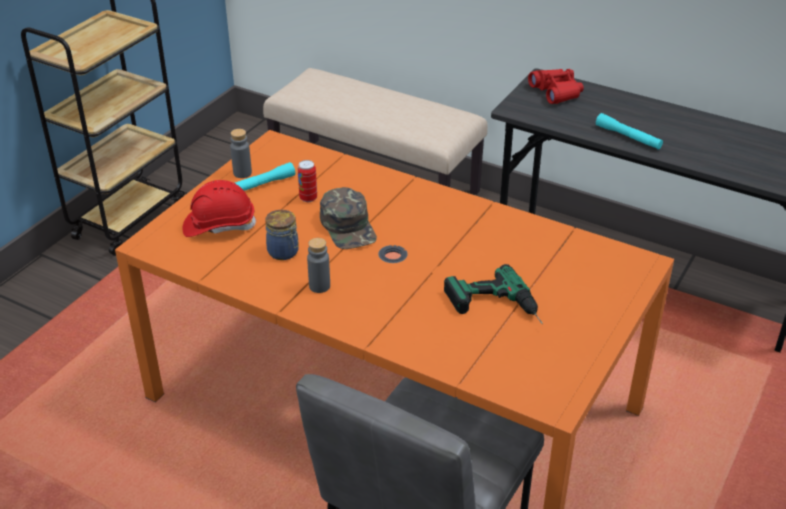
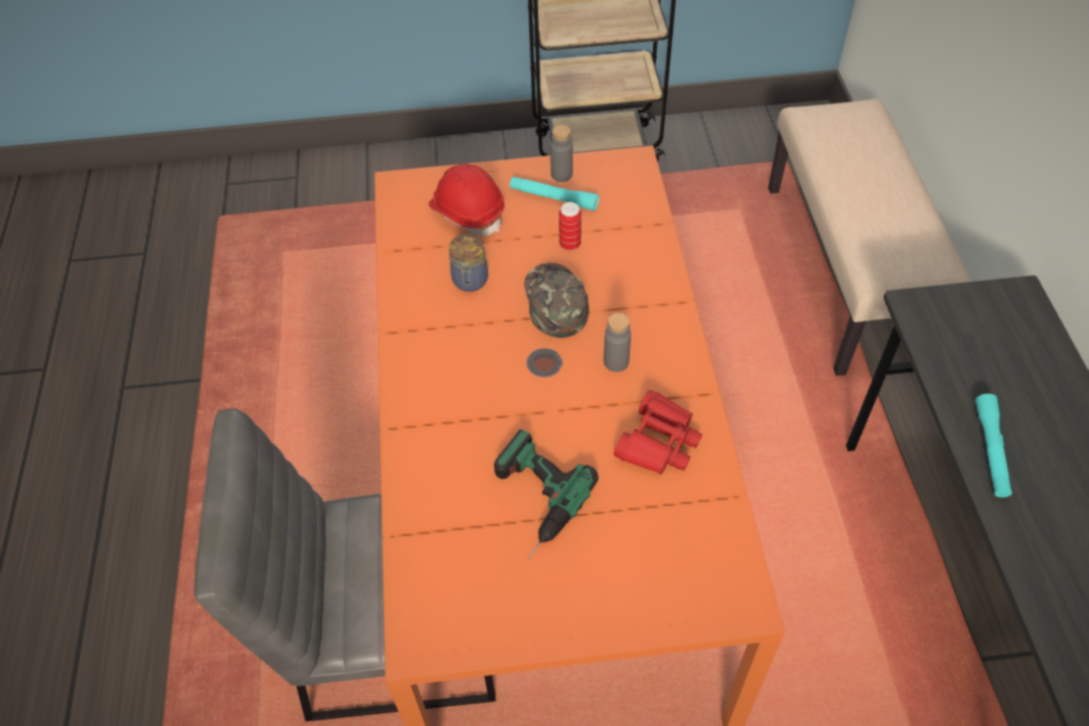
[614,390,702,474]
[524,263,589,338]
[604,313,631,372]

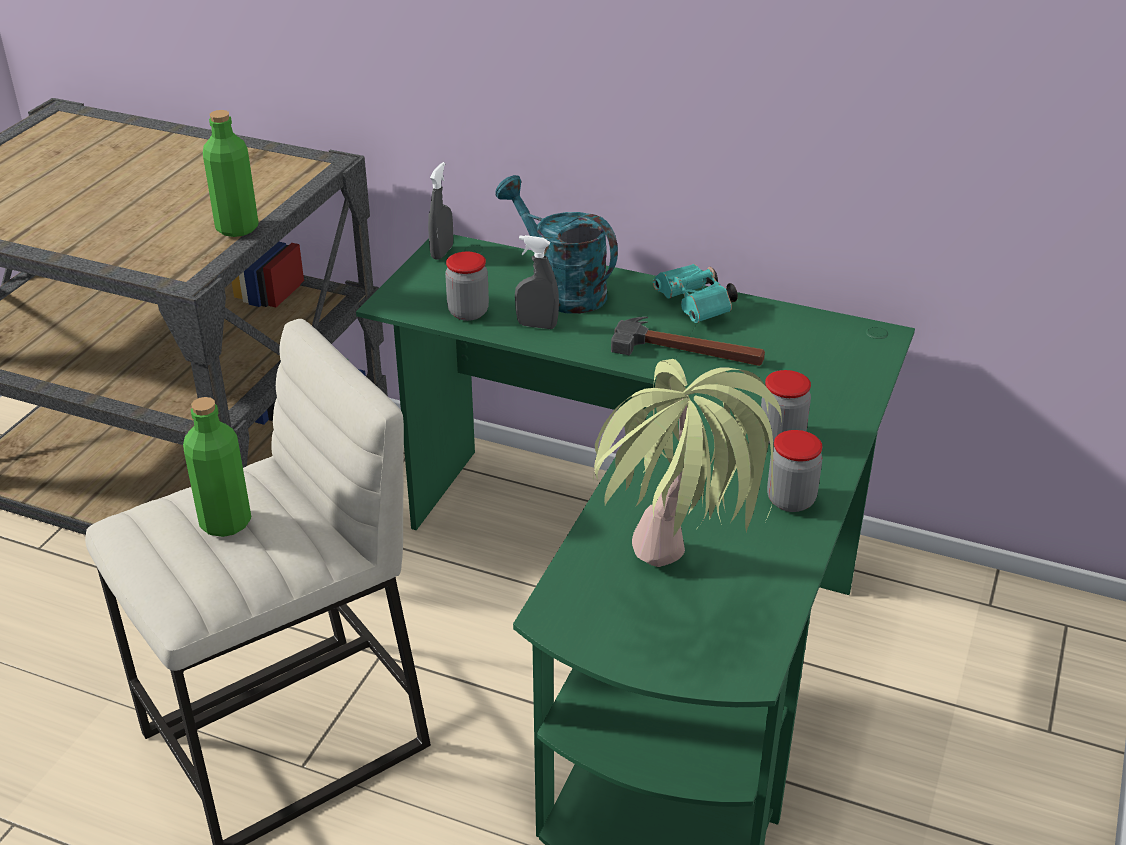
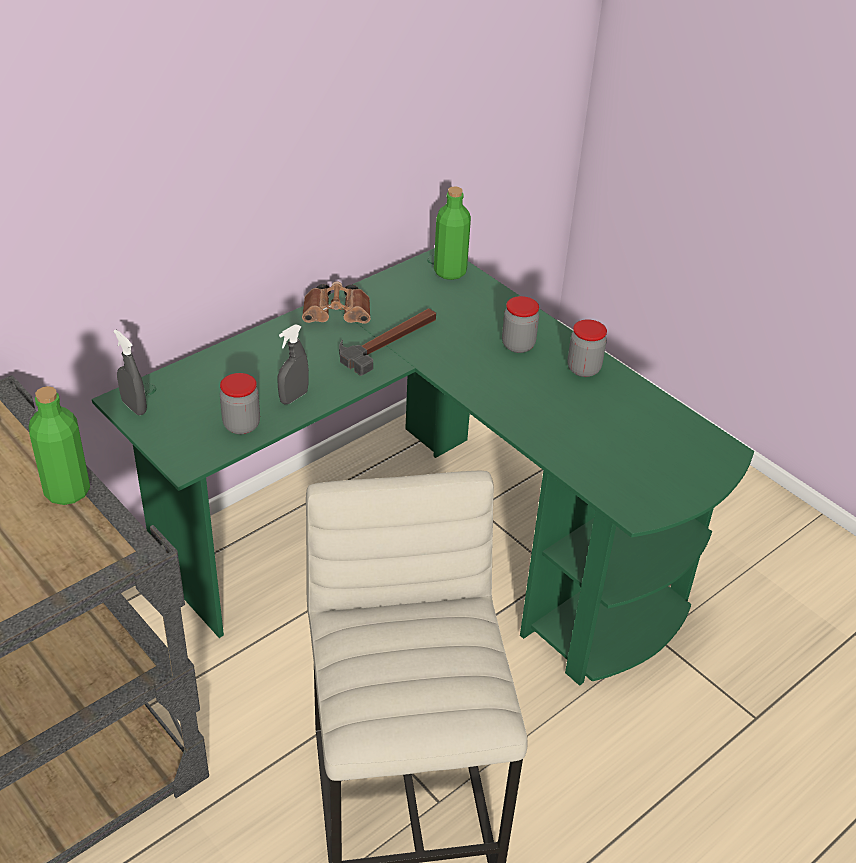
[495,175,618,314] (first image)
[302,281,371,324]
[593,359,782,567] (first image)
[434,186,471,280]

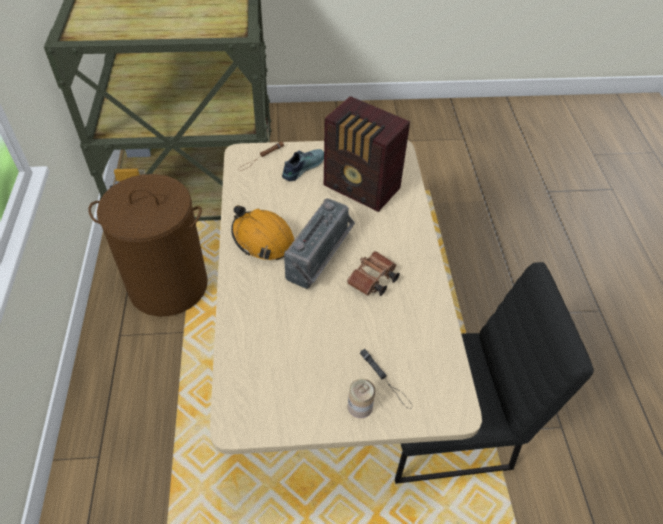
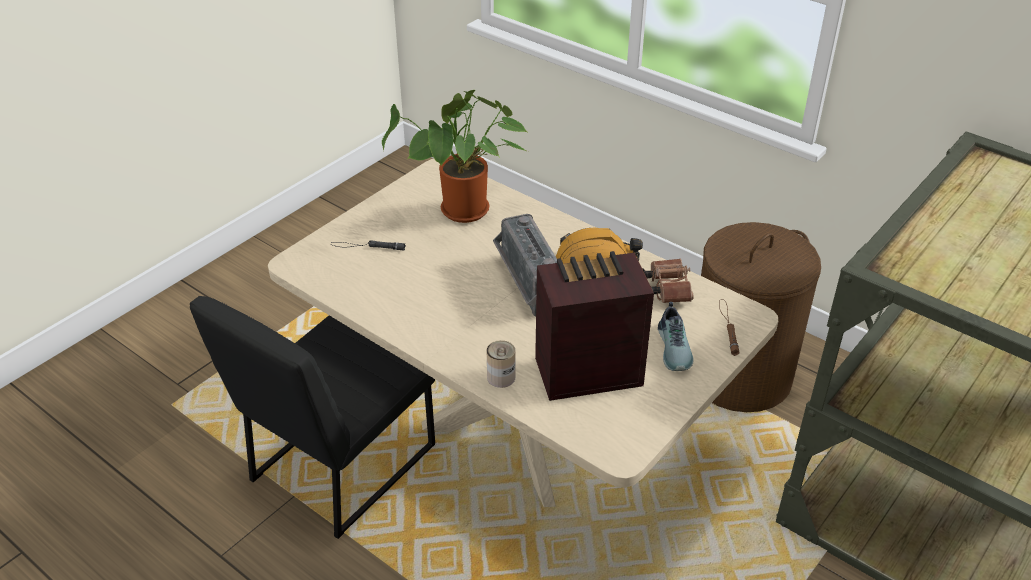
[642,259,693,303]
[487,340,515,388]
[382,90,528,223]

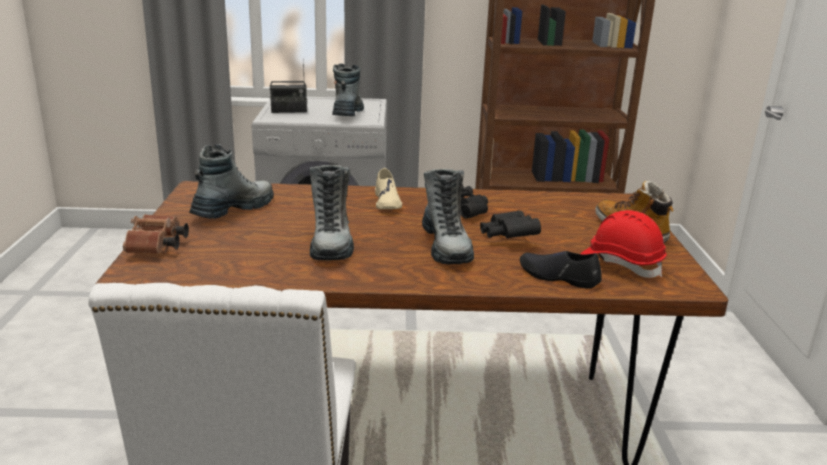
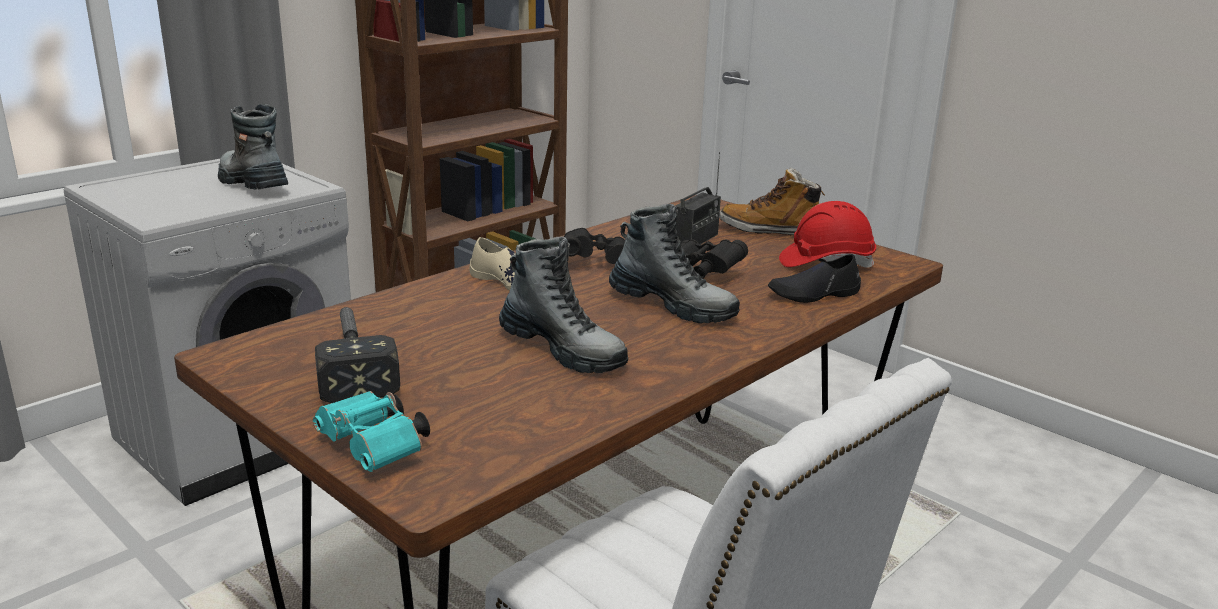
[675,152,721,245]
[315,307,400,403]
[313,391,430,472]

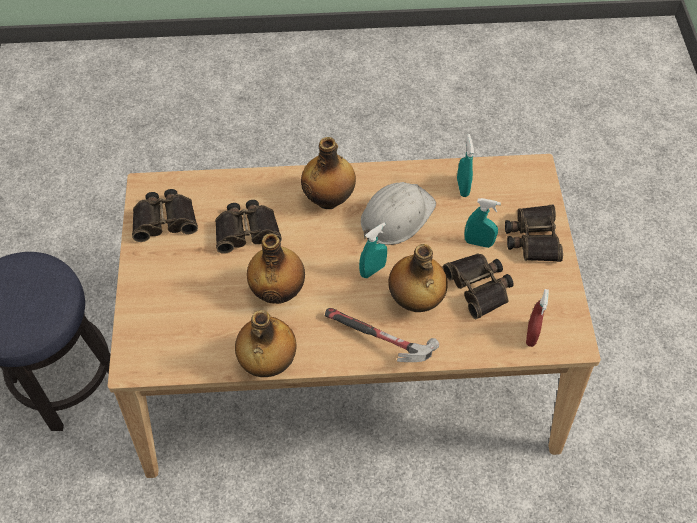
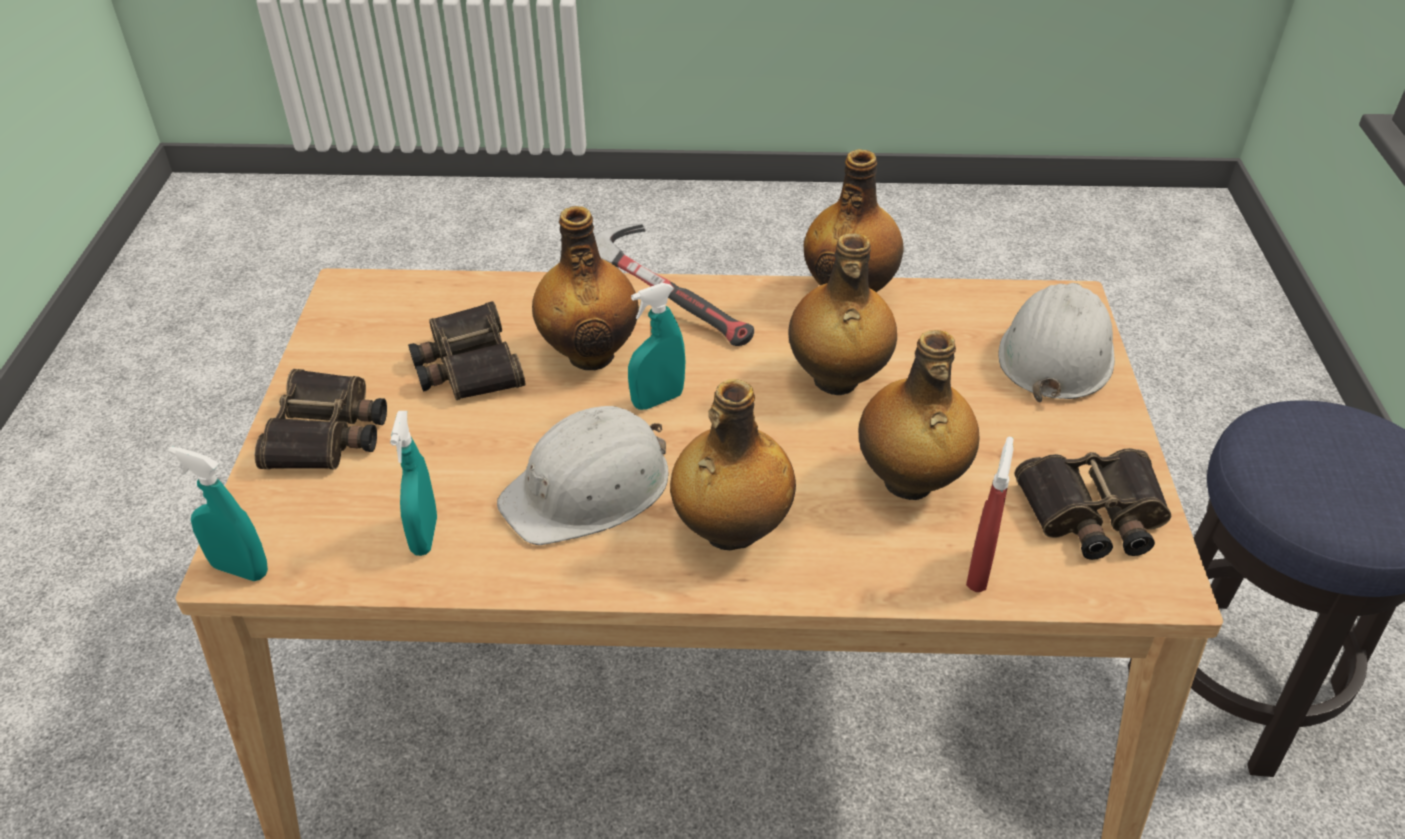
[168,446,268,581]
[858,330,979,500]
[966,437,1013,592]
[998,283,1115,403]

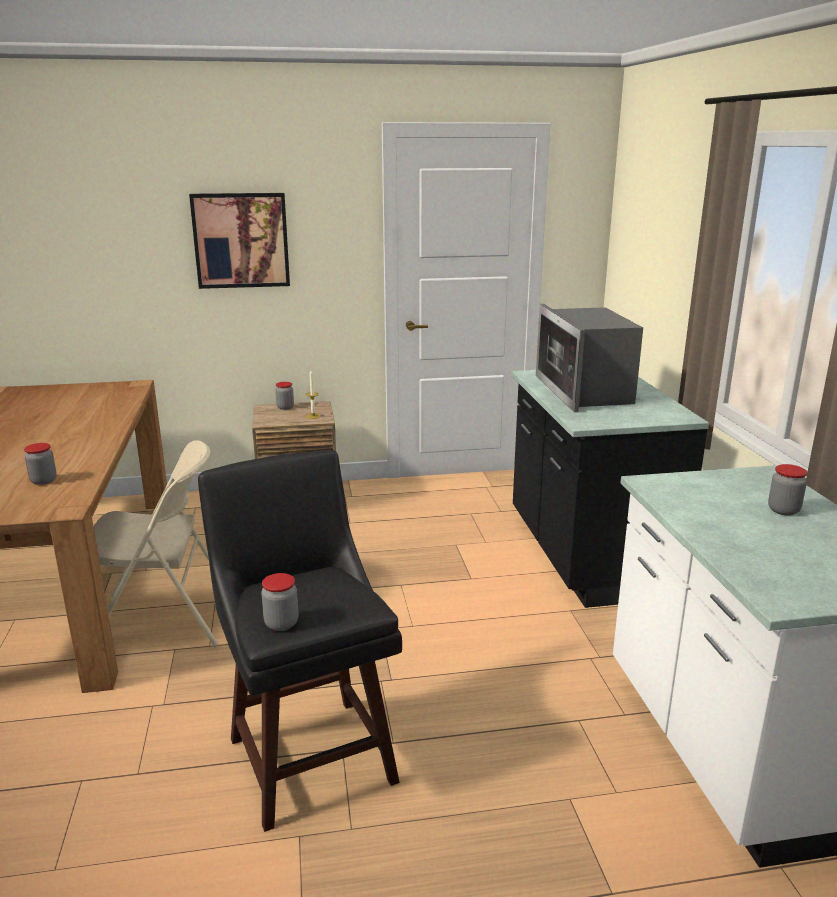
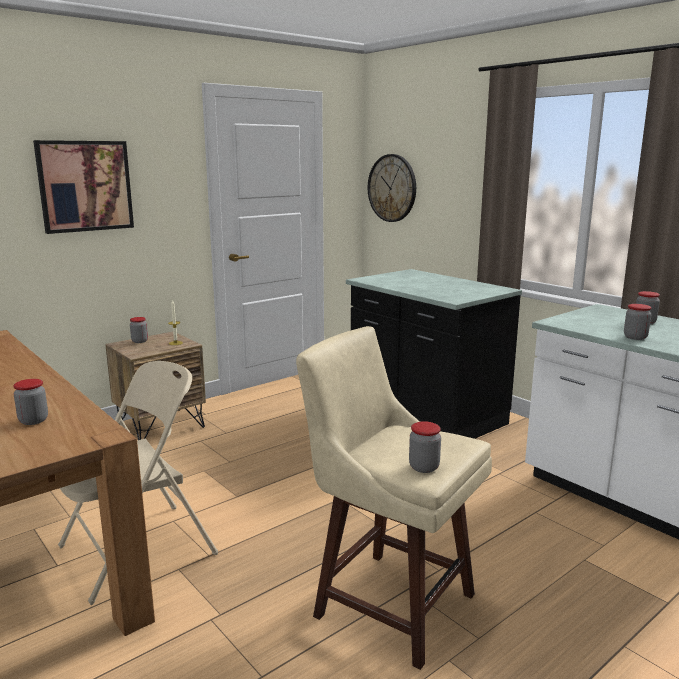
[536,304,643,412] (first image)
[296,326,492,670]
[368,154,416,222]
[624,304,652,340]

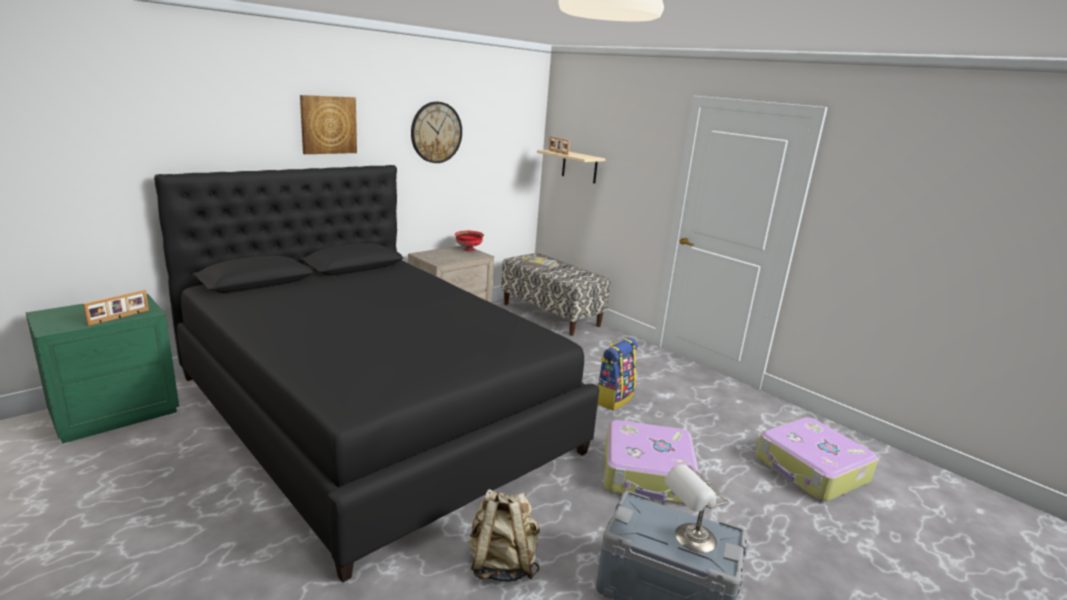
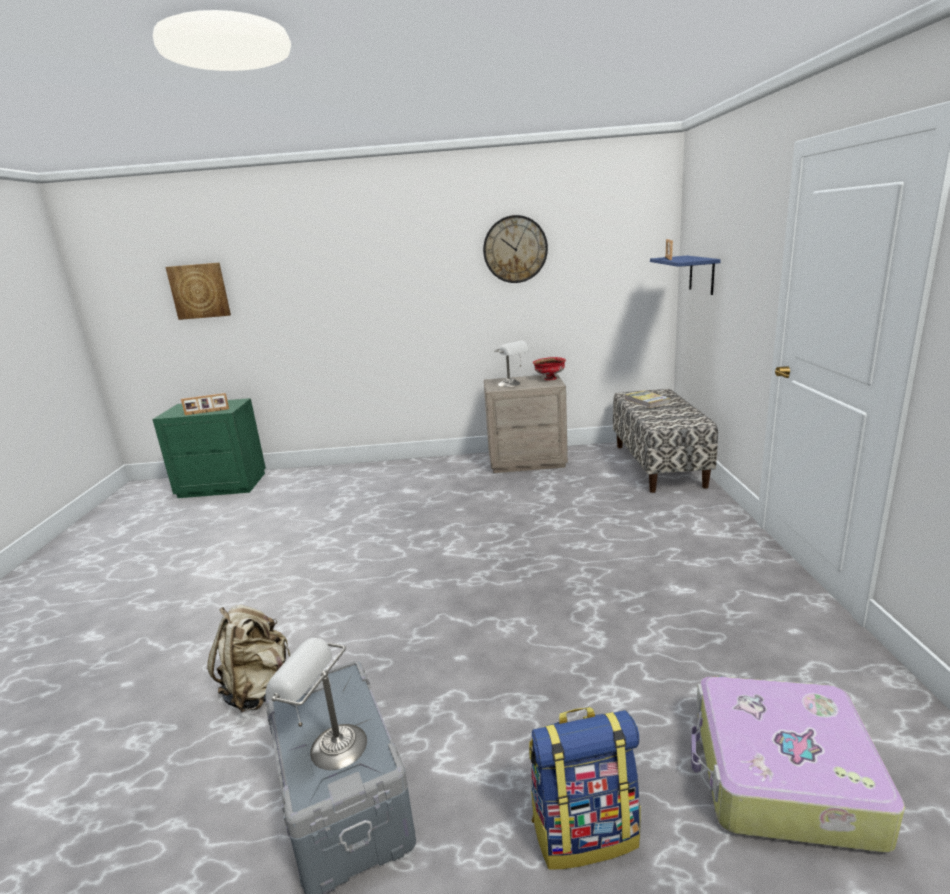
[165,263,231,320]
[650,256,721,295]
[154,165,599,583] (first image)
[529,707,641,870]
[604,420,699,504] (first image)
[494,341,529,387]

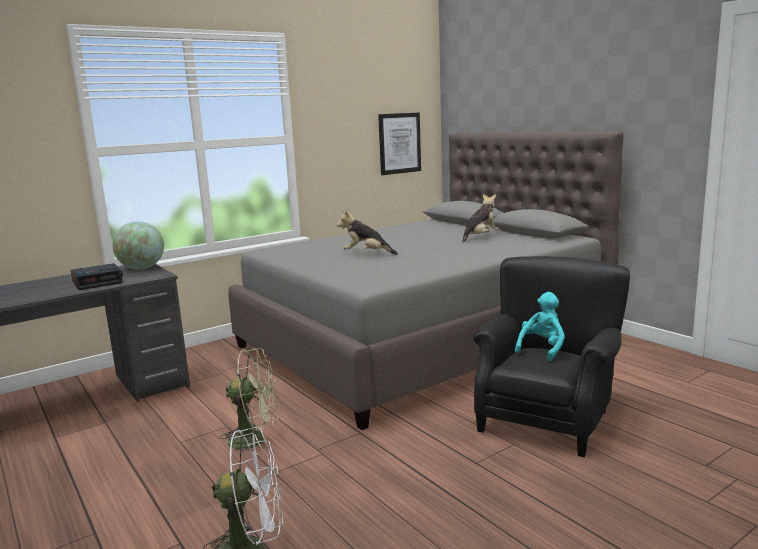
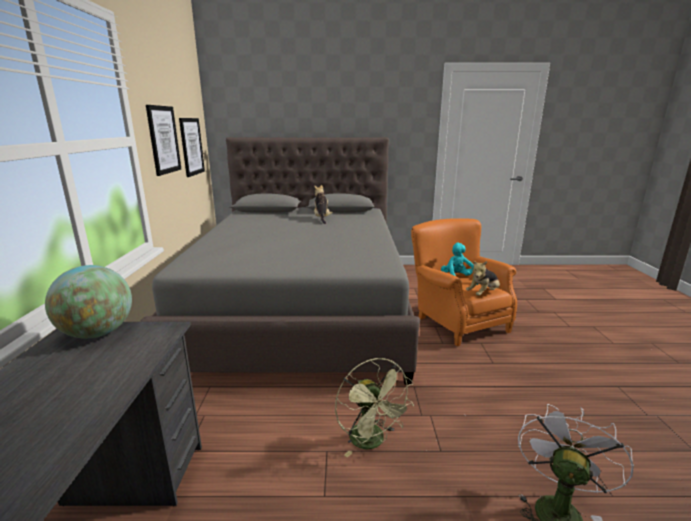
[466,261,500,296]
[411,218,517,346]
[71,263,123,290] (first image)
[335,358,414,458]
[146,105,181,176]

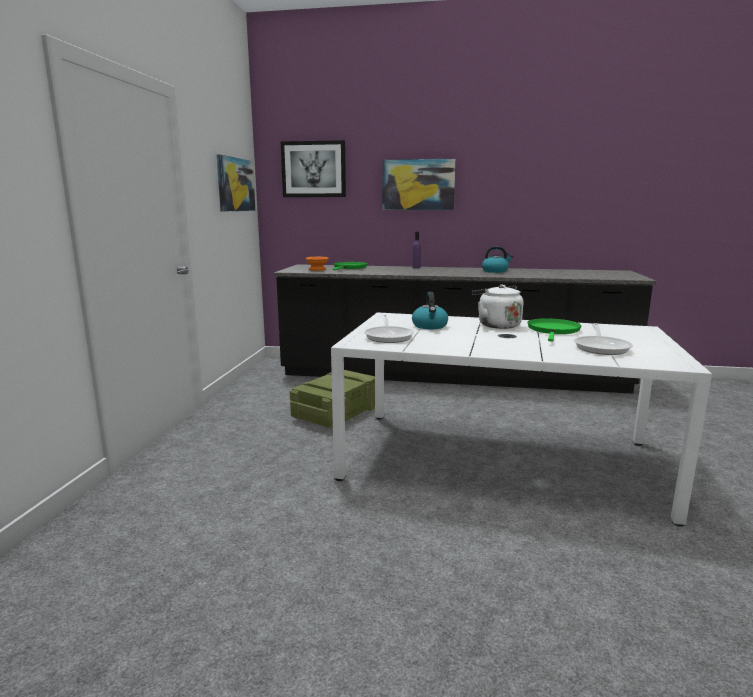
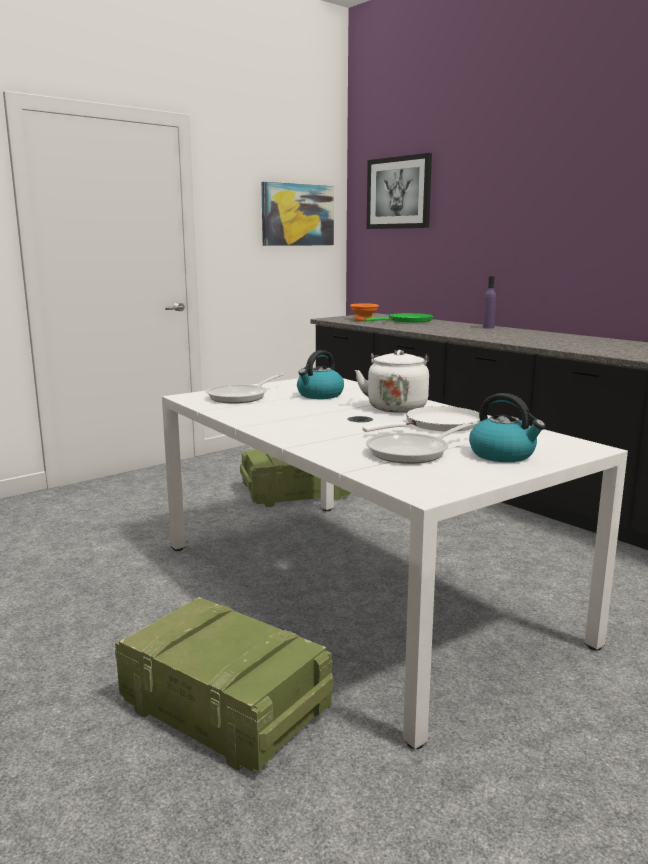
[382,159,456,210] (first image)
[469,393,545,462]
[362,406,481,432]
[115,597,333,772]

